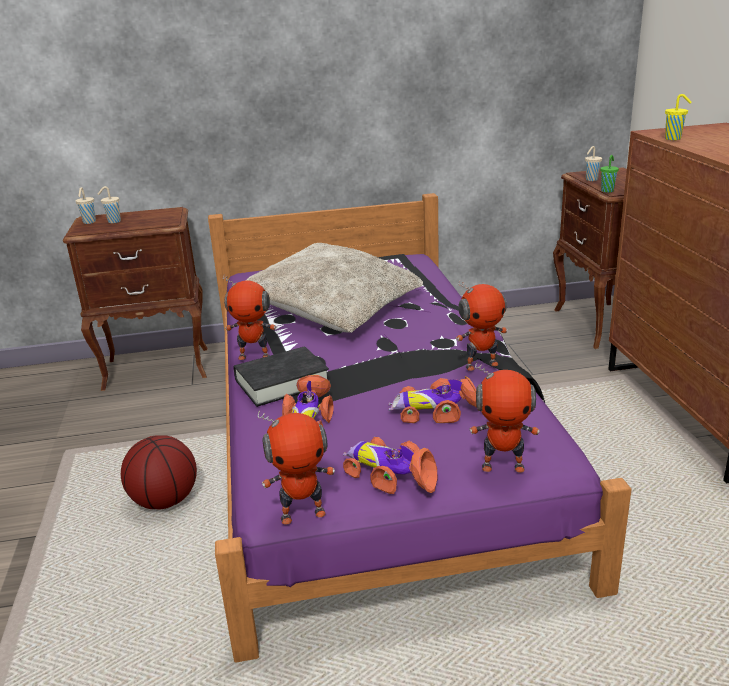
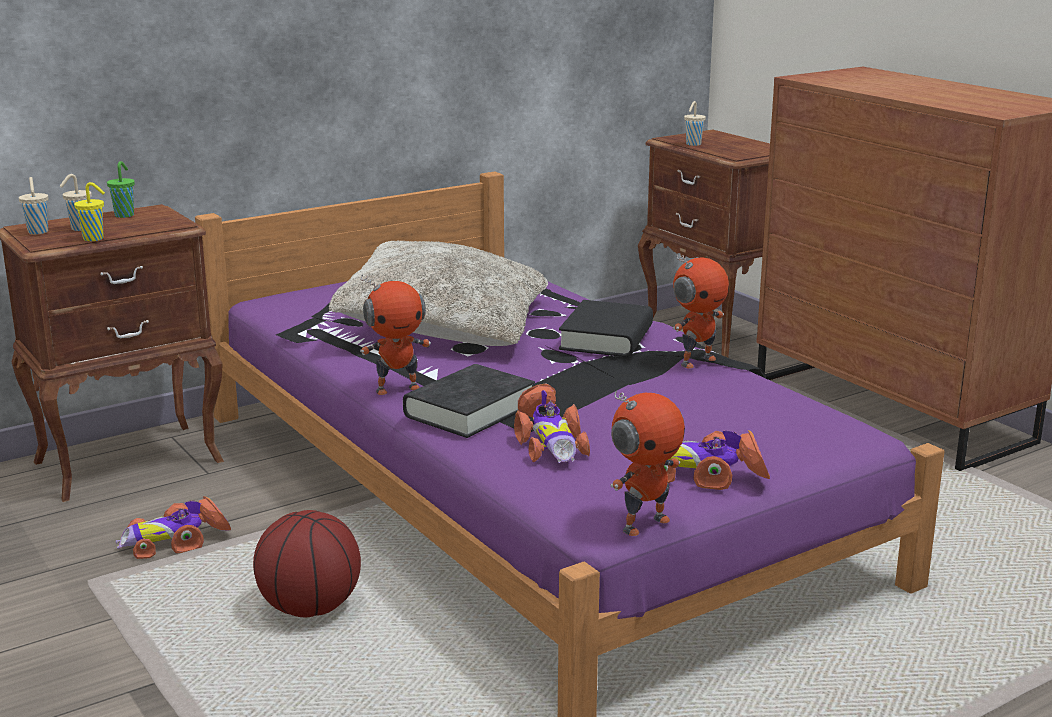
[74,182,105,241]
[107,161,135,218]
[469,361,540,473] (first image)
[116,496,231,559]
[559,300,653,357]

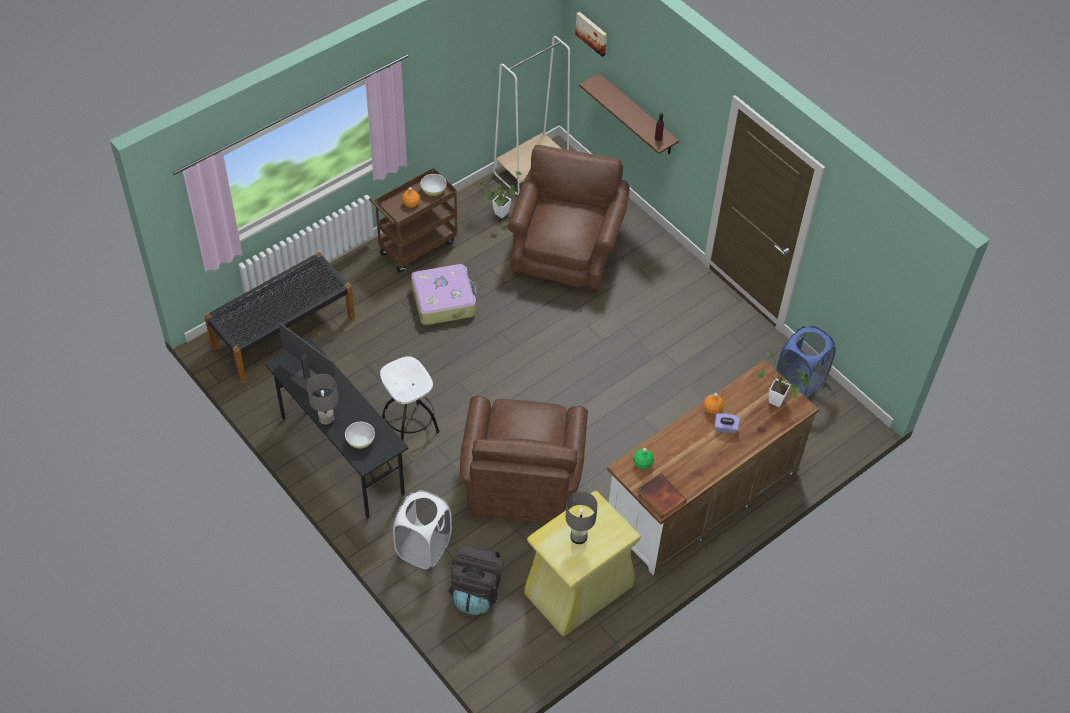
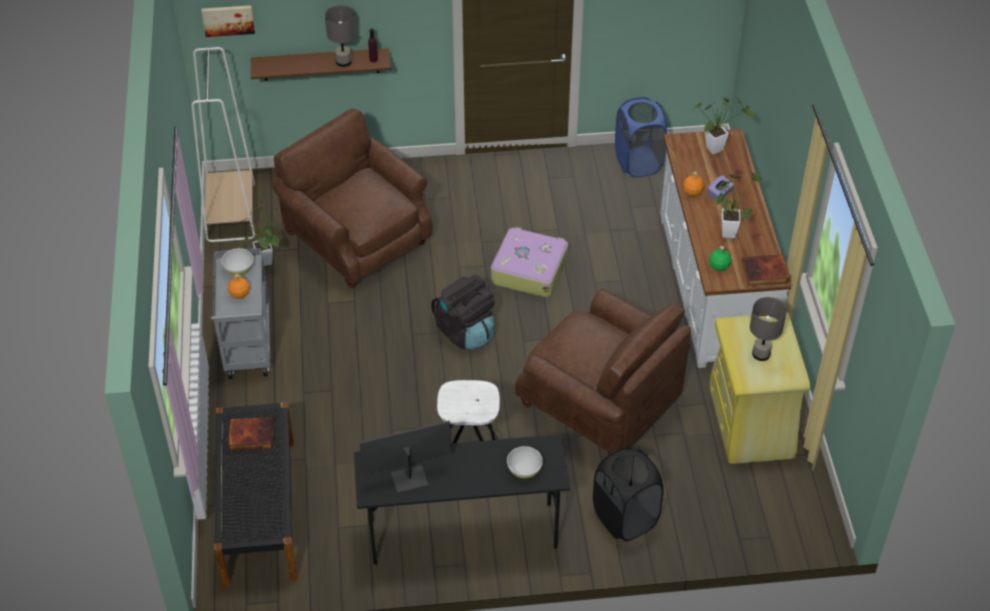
[211,248,271,379]
[491,227,568,297]
[325,5,356,67]
[593,447,664,541]
[431,275,495,349]
[716,173,762,238]
[228,417,274,450]

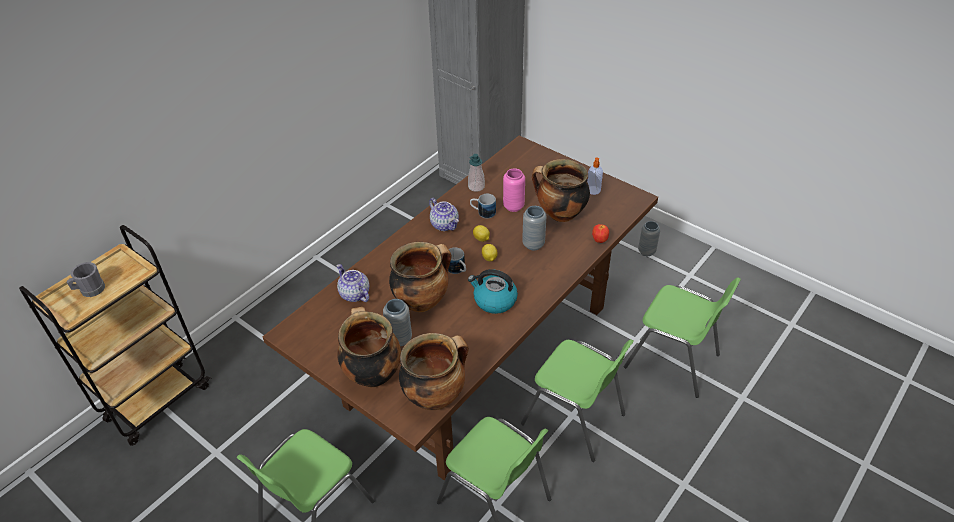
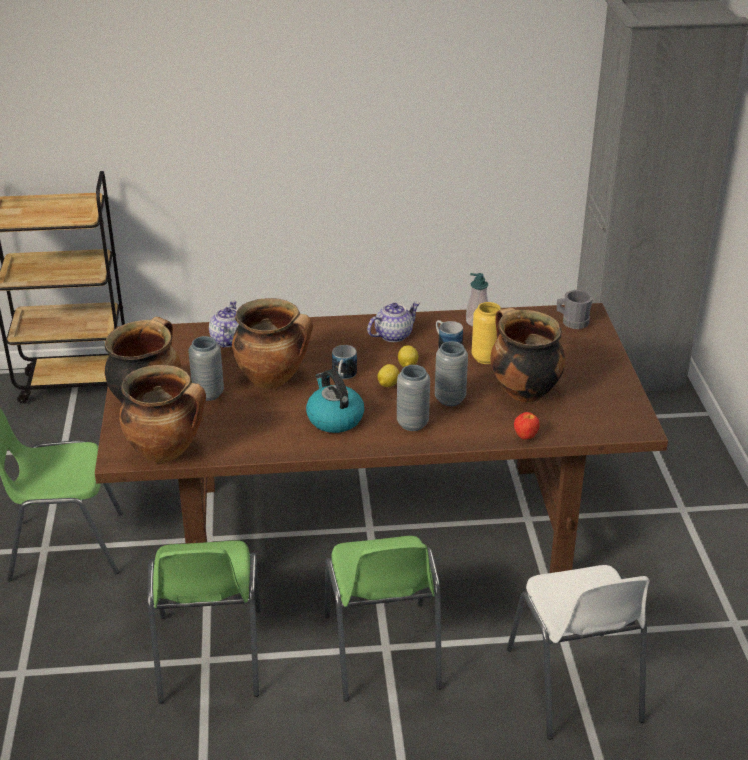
[587,157,603,195] (first image)
[472,302,501,364]
[367,302,420,342]
[397,365,430,431]
[557,290,593,329]
[507,565,650,740]

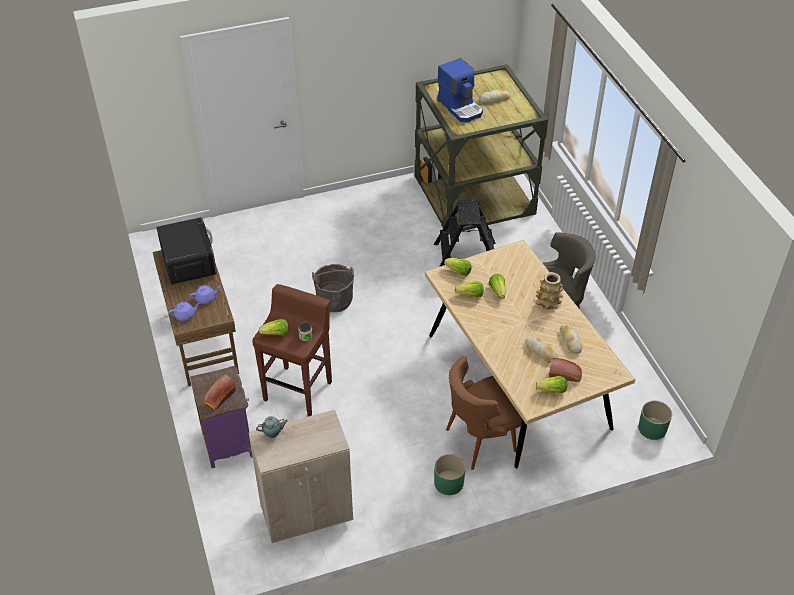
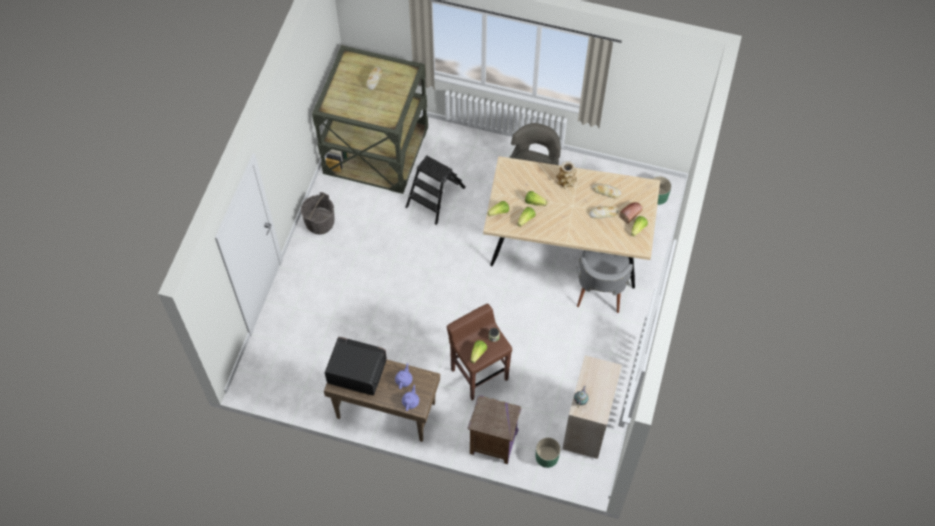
[437,58,483,122] (first image)
[301,192,335,235]
[577,250,633,313]
[204,375,236,410] (first image)
[536,438,561,468]

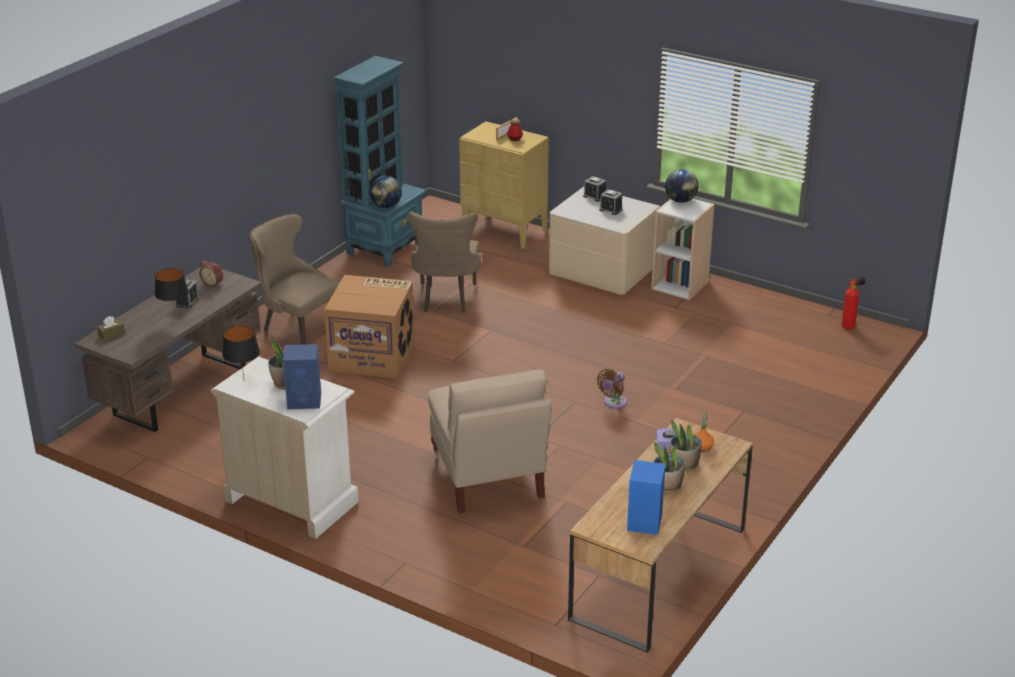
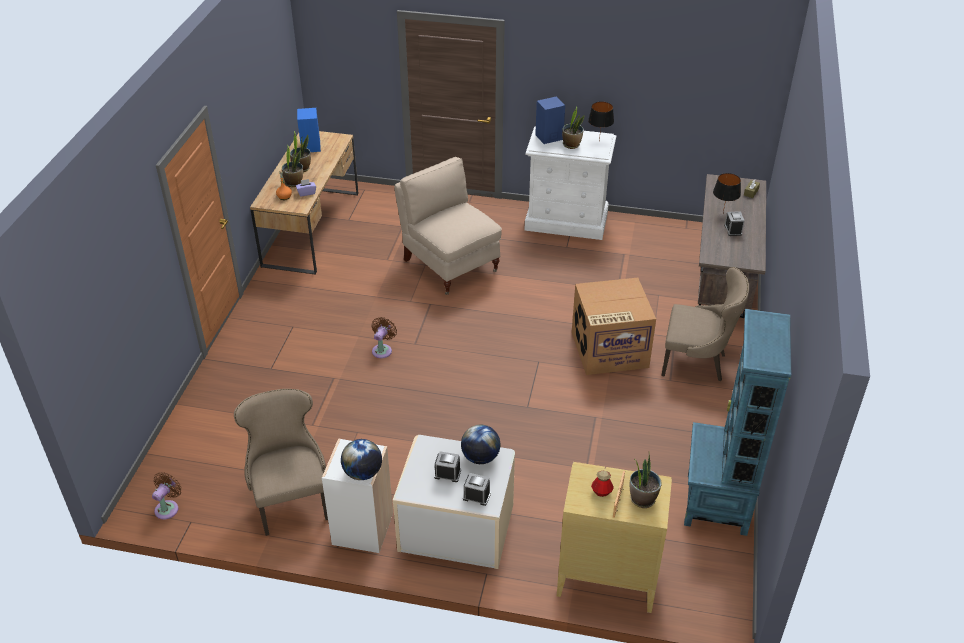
[461,425,501,464]
[234,389,328,536]
[199,261,223,287] (first image)
[152,472,182,520]
[630,454,662,508]

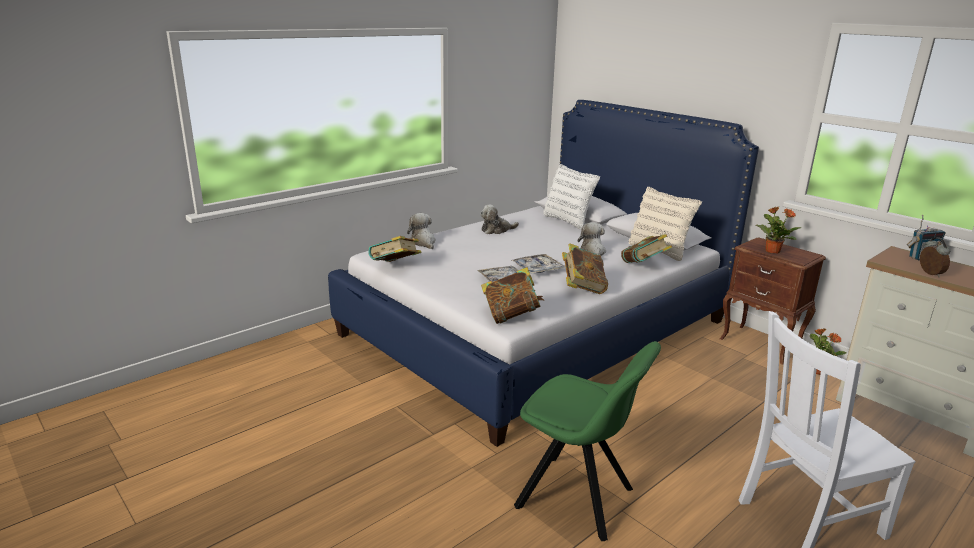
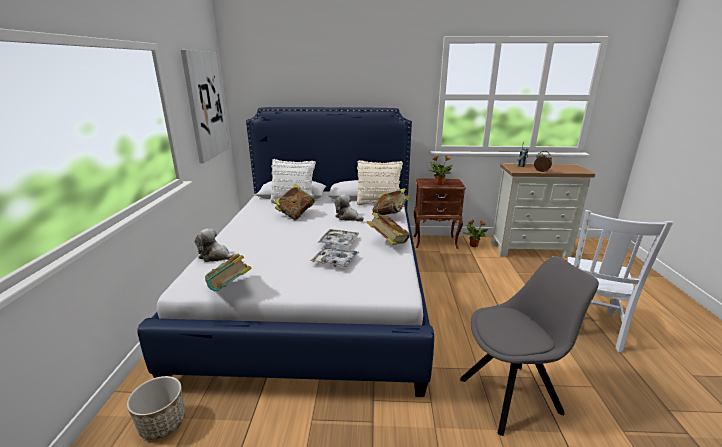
[480,204,519,234] (first image)
[274,184,315,220]
[460,256,599,436]
[181,50,229,163]
[127,376,185,440]

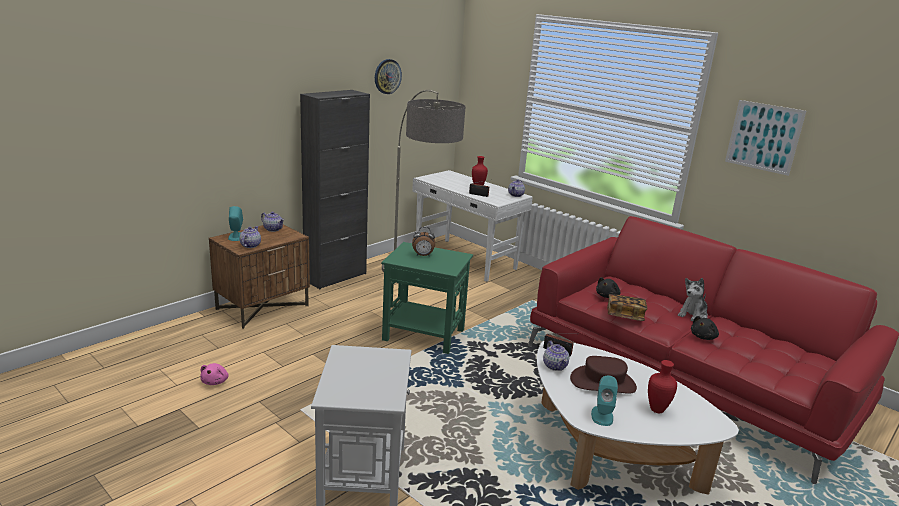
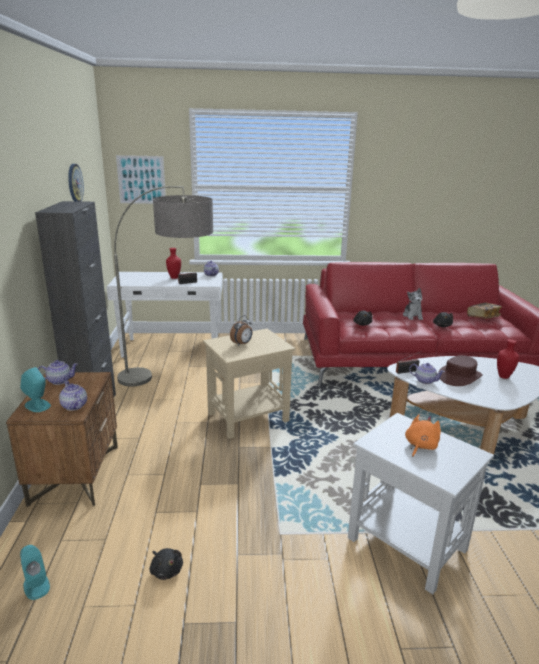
[116,155,166,204]
[203,329,296,439]
[467,303,502,319]
[150,548,183,580]
[20,545,50,600]
[405,414,441,457]

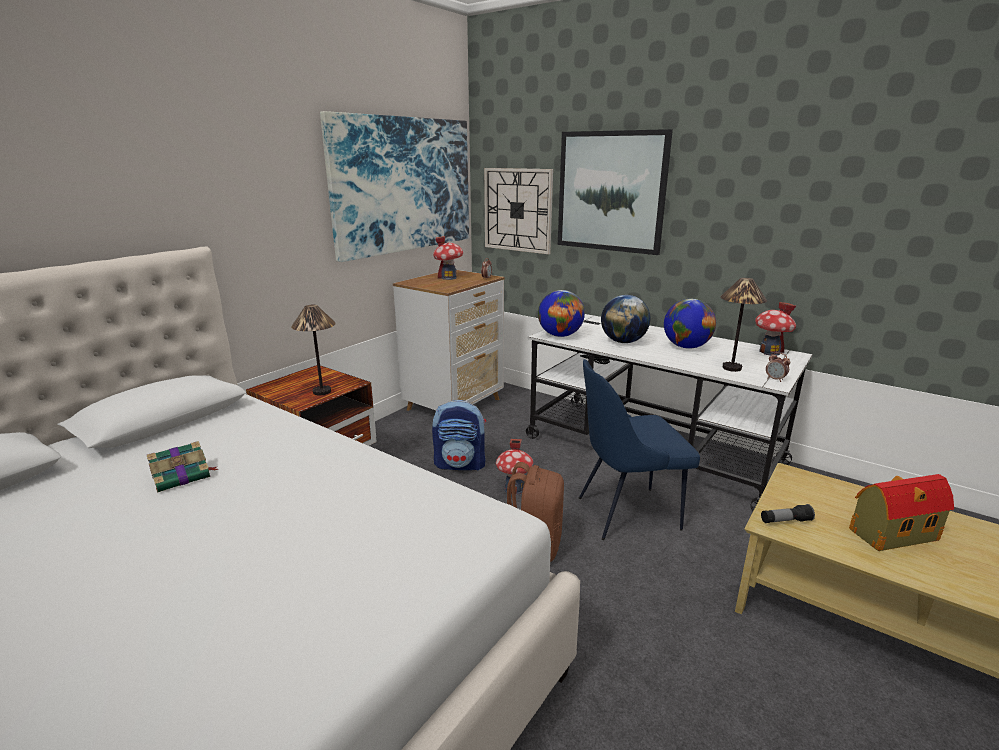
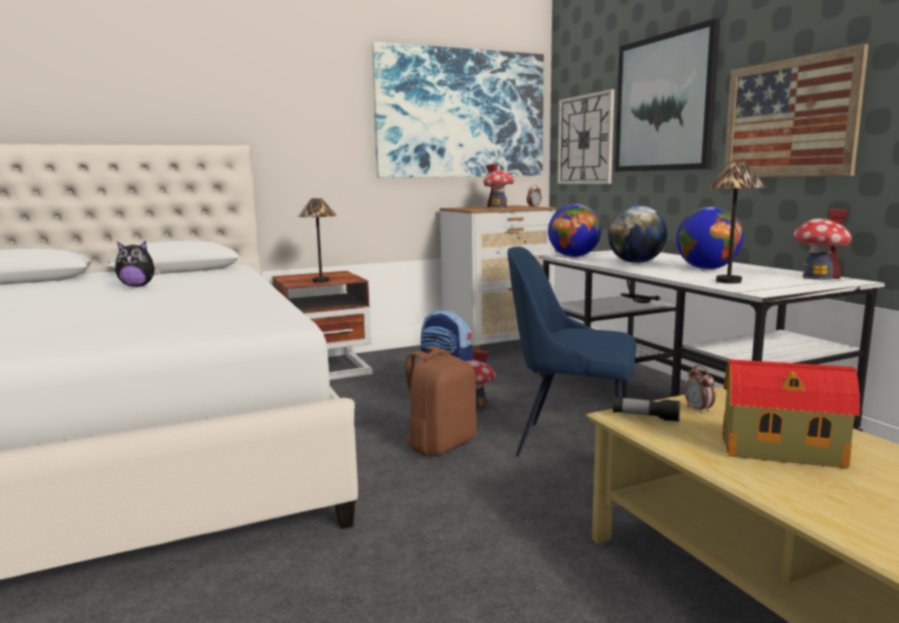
[684,365,716,414]
[115,241,161,287]
[724,44,869,177]

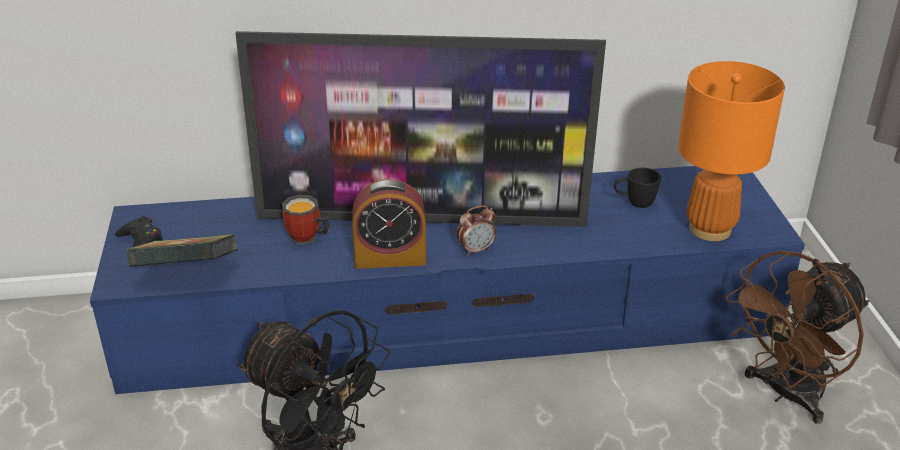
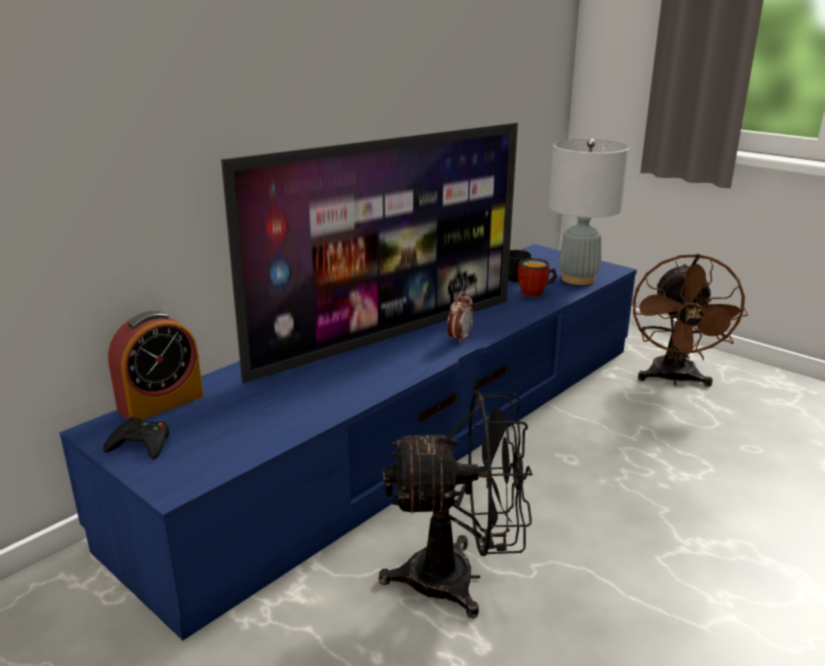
[549,139,629,285]
[108,311,204,420]
[518,258,558,298]
[127,234,238,267] (first image)

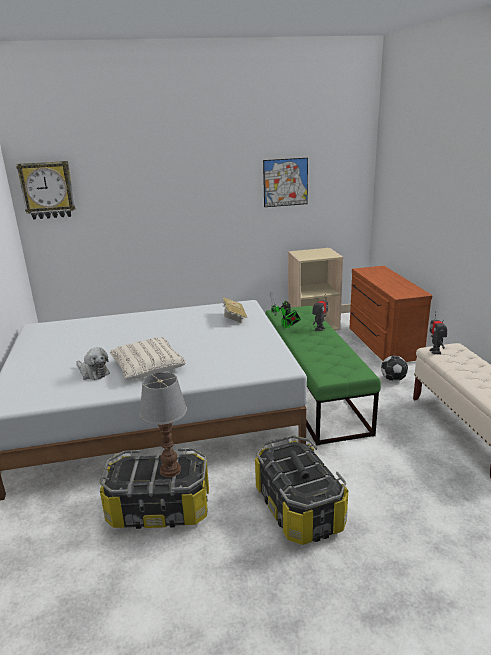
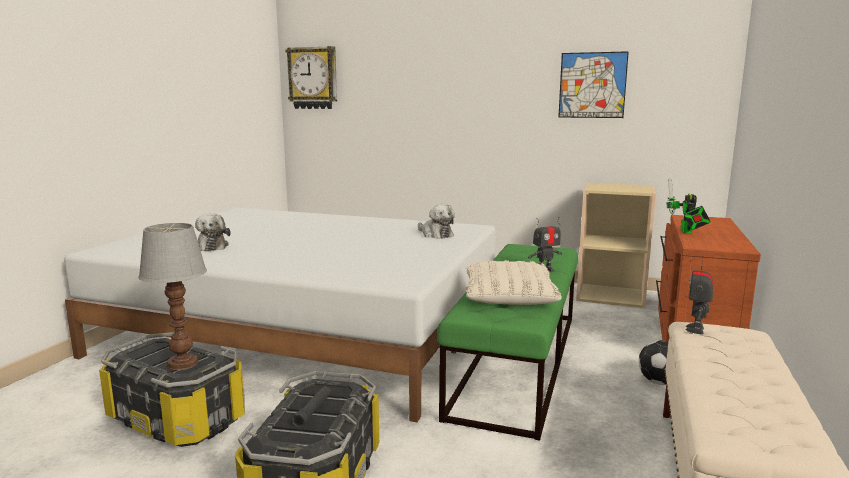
[667,177,711,233]
[418,204,455,239]
[465,260,562,305]

